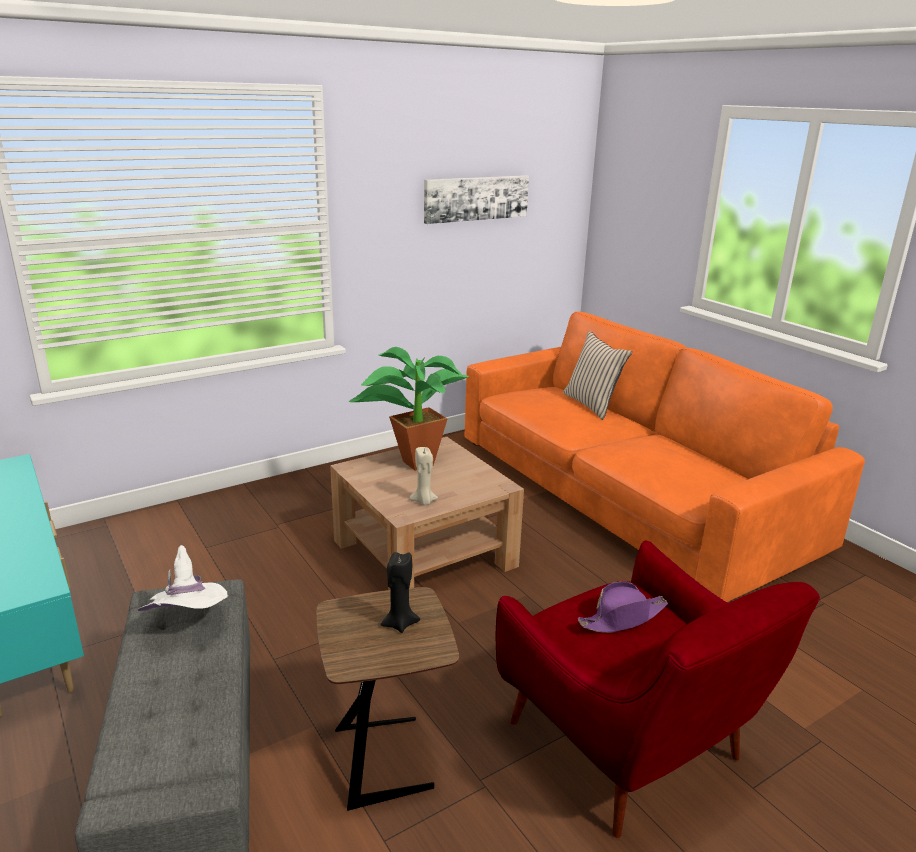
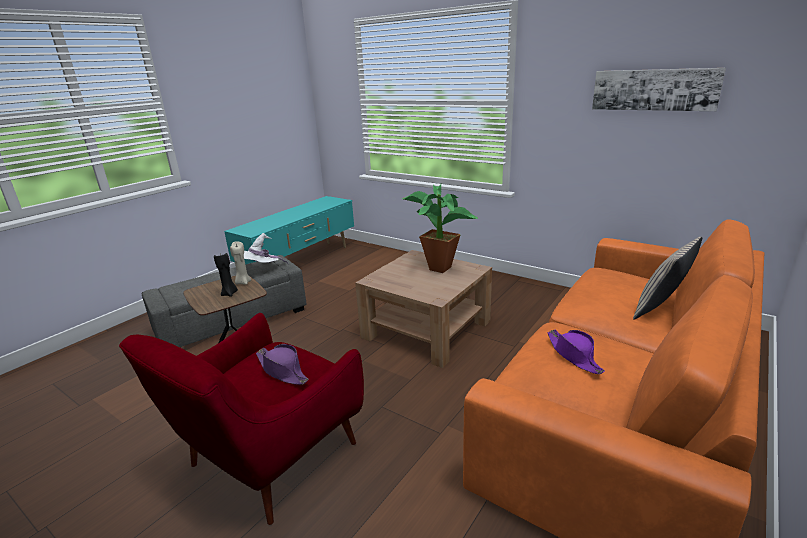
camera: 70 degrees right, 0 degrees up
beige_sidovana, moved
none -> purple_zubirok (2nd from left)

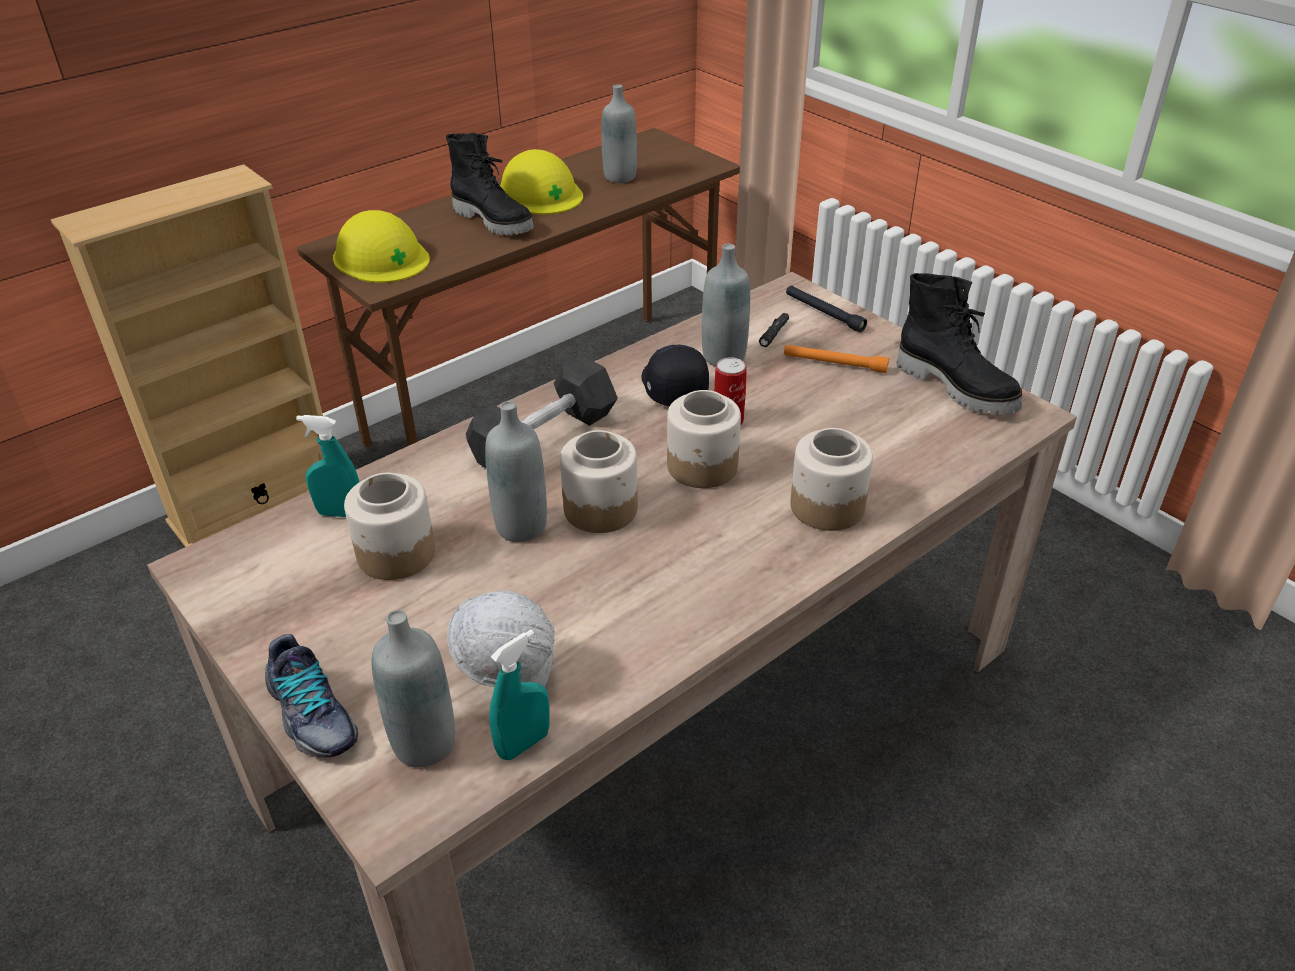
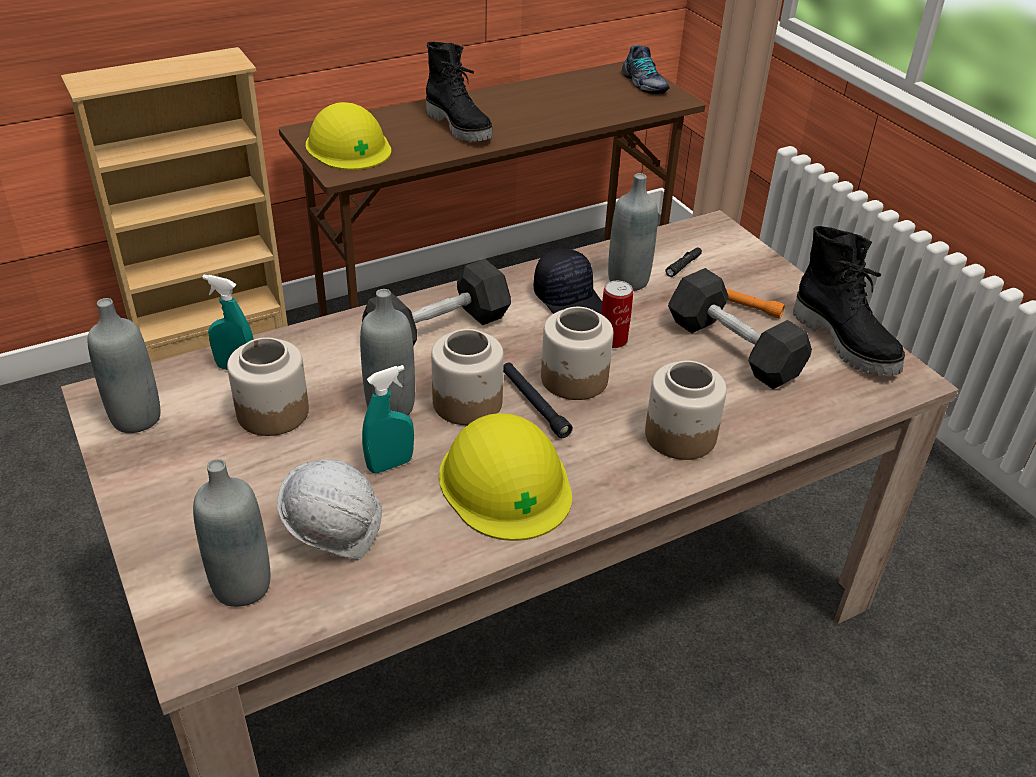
camera: 10 degrees right, 0 degrees up
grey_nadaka (3rd from left in the first image) -> grey_nadaka (1st from left), moved
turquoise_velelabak (2nd from left), moved
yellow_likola (2nd from left), moved
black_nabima (2nd from left in the first image) -> black_nabima (1st from left), moved
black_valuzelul, 150 degrees clockwise
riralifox, moved
none -> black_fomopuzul (2nd from left)

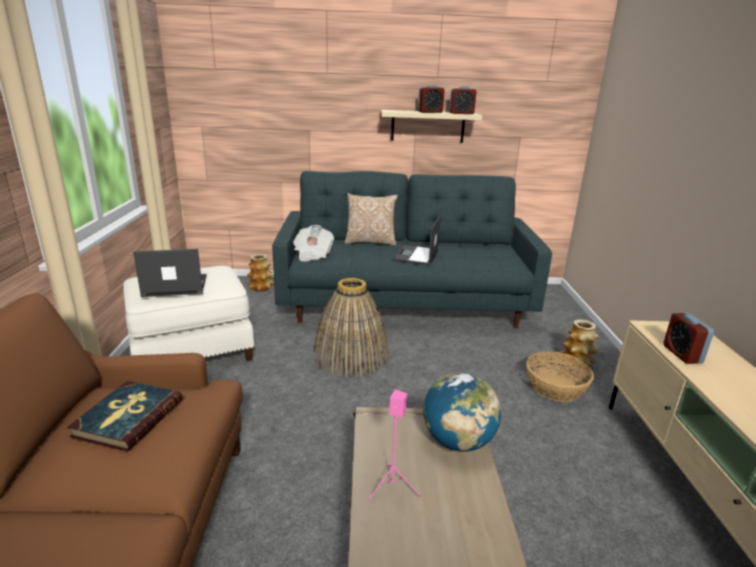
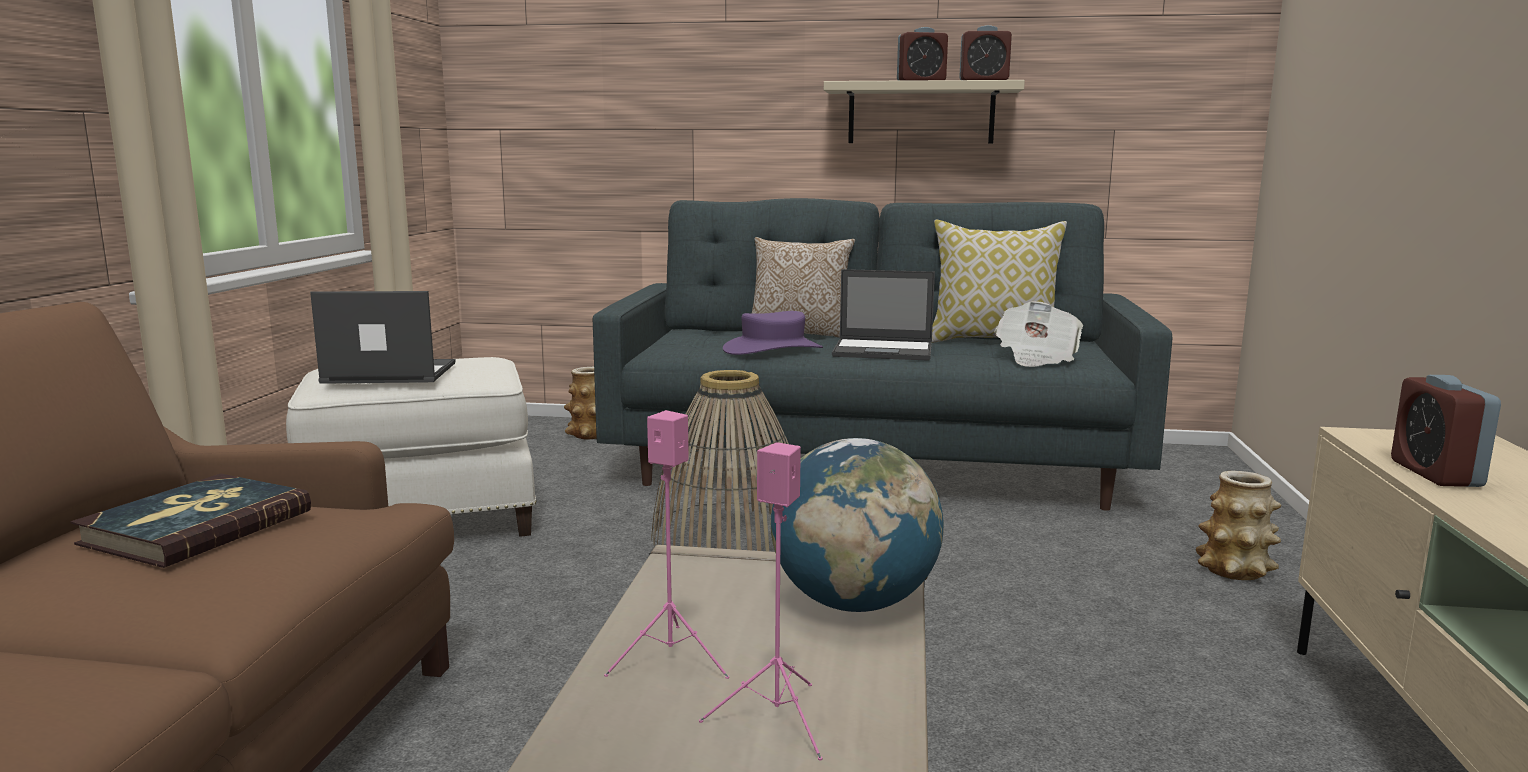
camera: 10 degrees right, 10 degrees down
none -> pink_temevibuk (2nd from left)
none -> purple_zubirok
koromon (2nd from left), 105 degrees counterclockwise
none -> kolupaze (2nd from left)
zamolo, moved
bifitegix (2nd from left) -> none

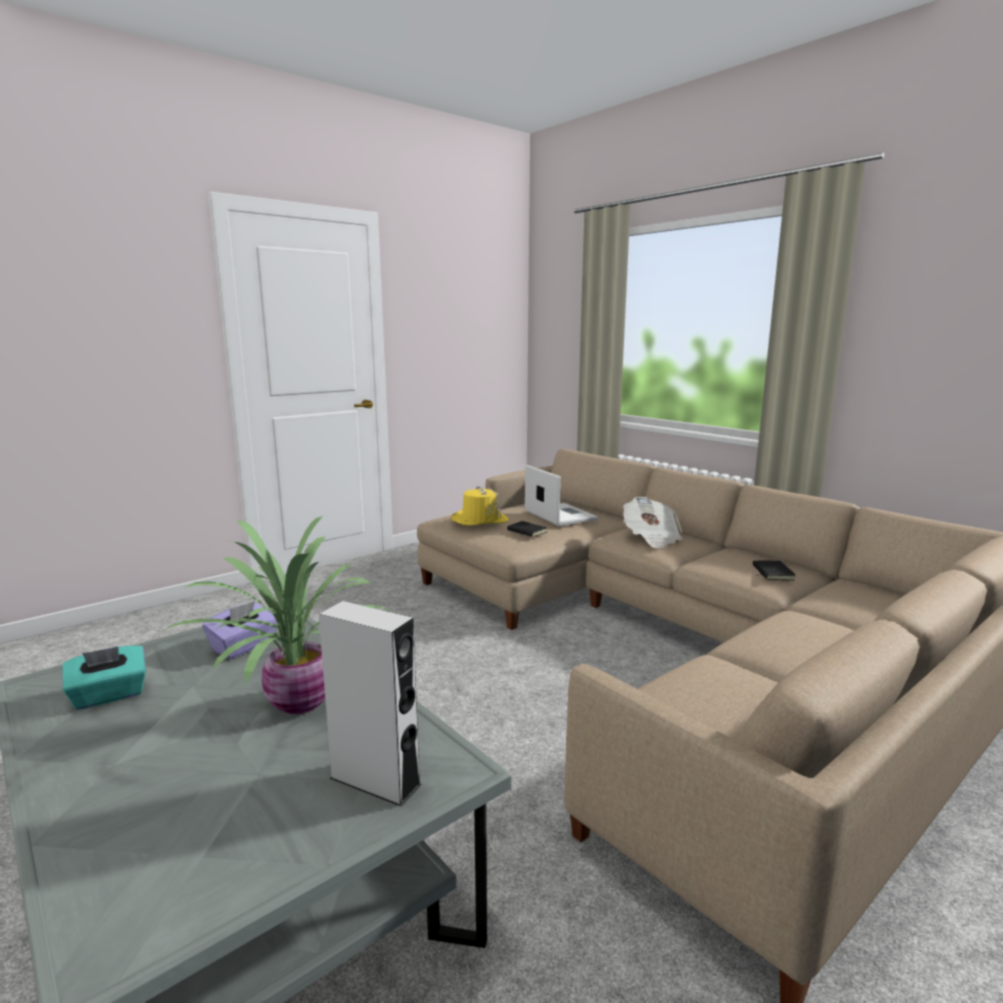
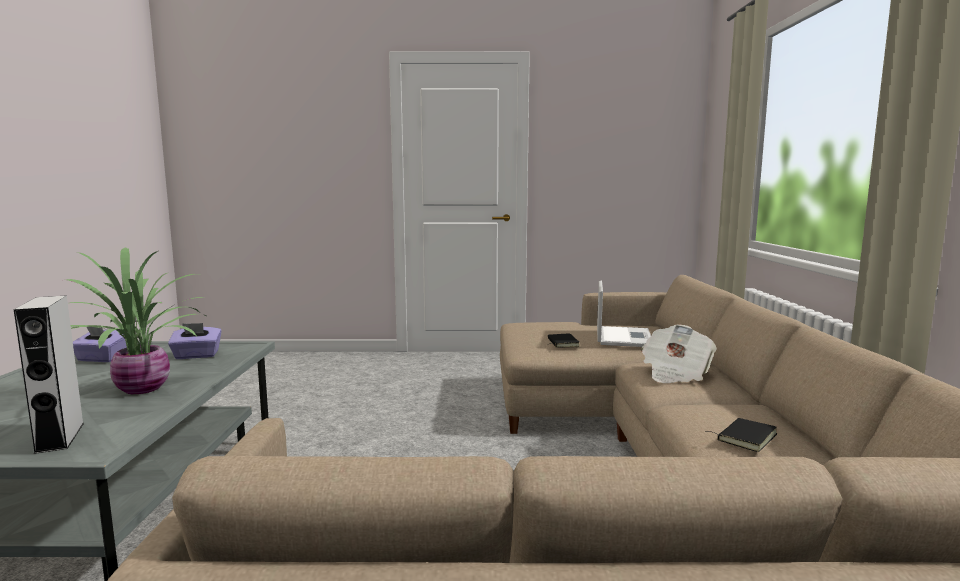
camera: 40 degrees right, 5 degrees down
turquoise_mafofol -> purple_mafofol (1st from left)
yellow_zubirok -> none

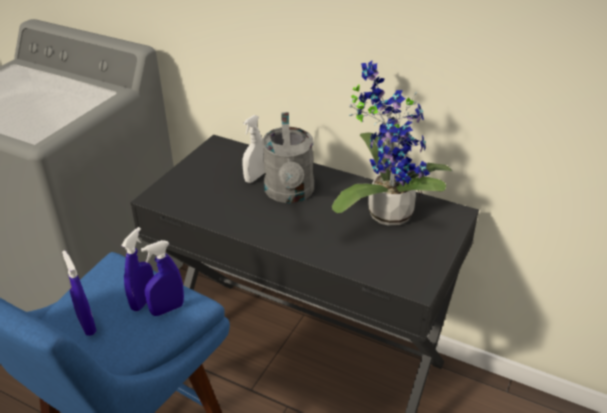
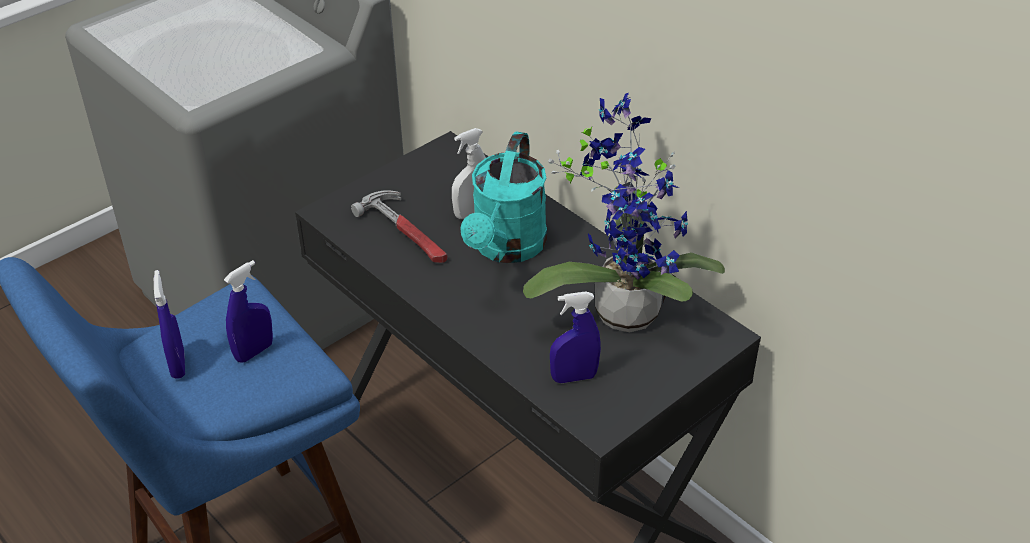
camera: 20 degrees right, 5 degrees up
none -> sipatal
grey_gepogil -> turquoise_gepogil
blue_velelabak (3rd from left), moved

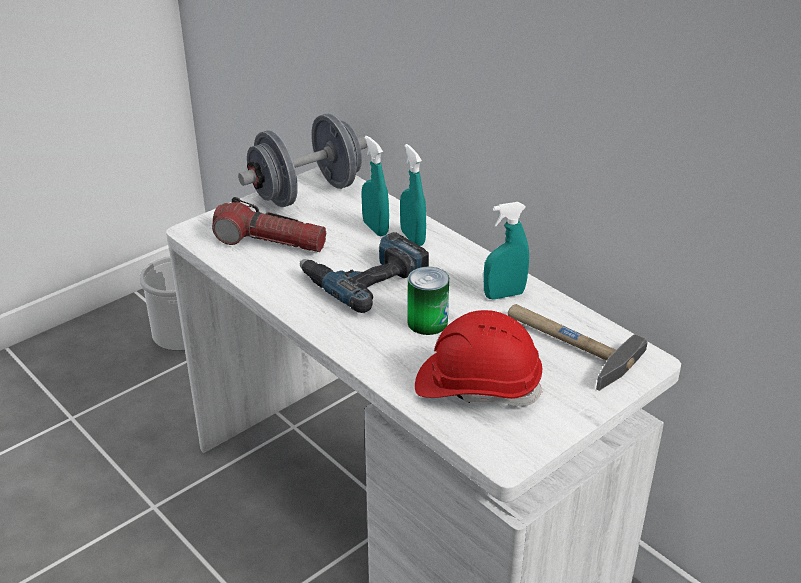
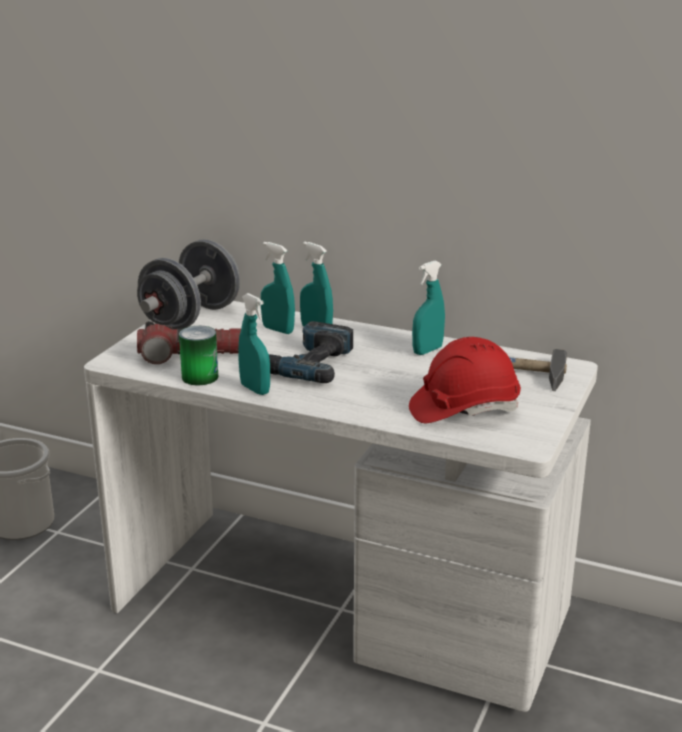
camera: 25 degrees left, 10 degrees down
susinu, moved
none -> turquoise_velelabak (1st from left)

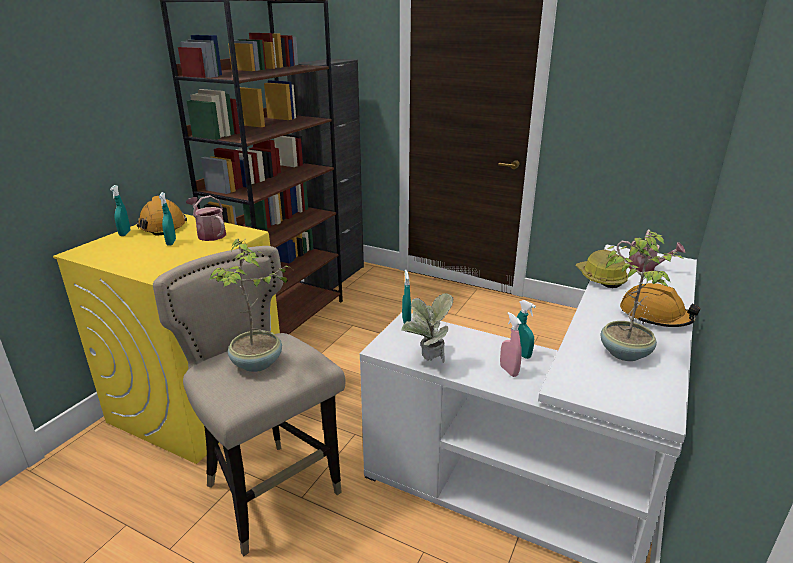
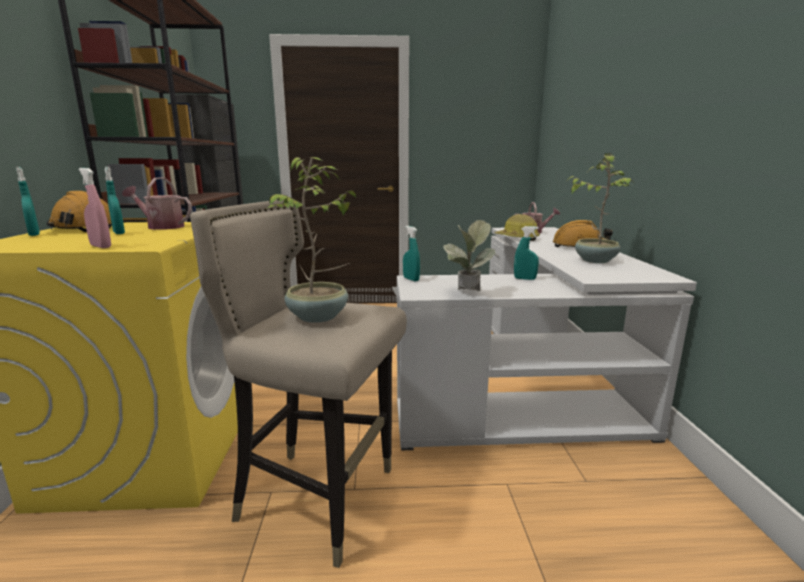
camera: 30 degrees left, 10 degrees down
pink_velelabak, moved

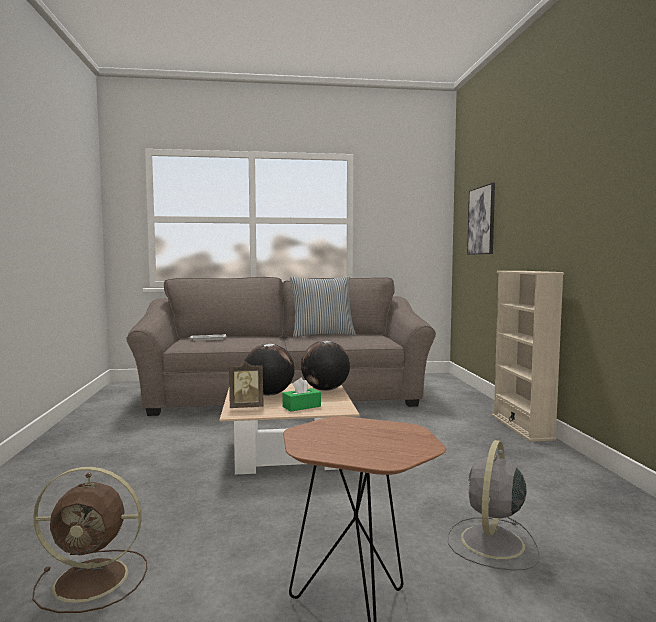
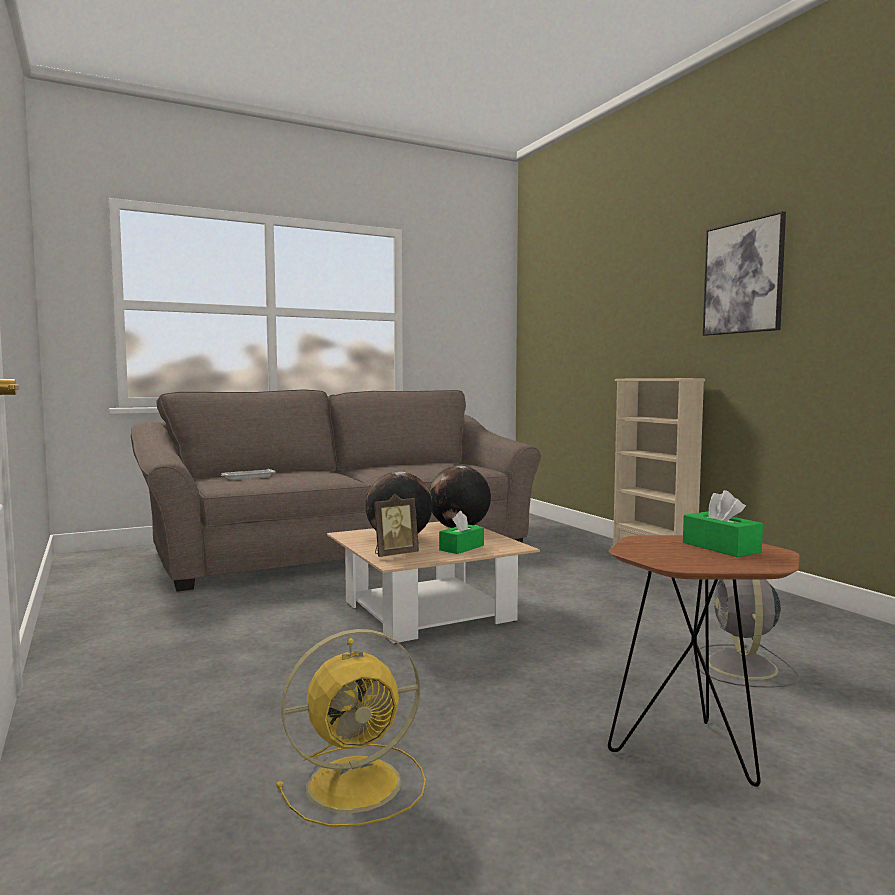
camera: 20 degrees left, 0 degrees up
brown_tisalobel -> yellow_tisalobel
none -> green_mafofol (2nd from left)
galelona, moved
kolupaze -> none

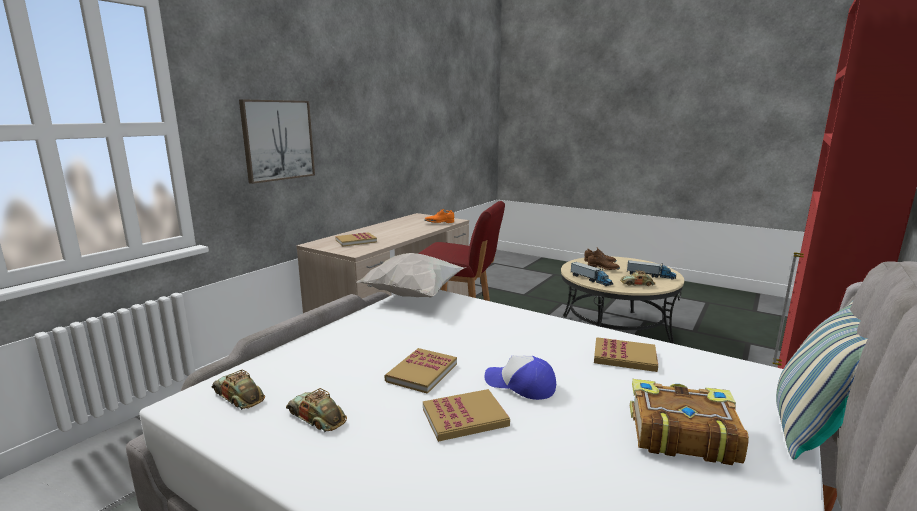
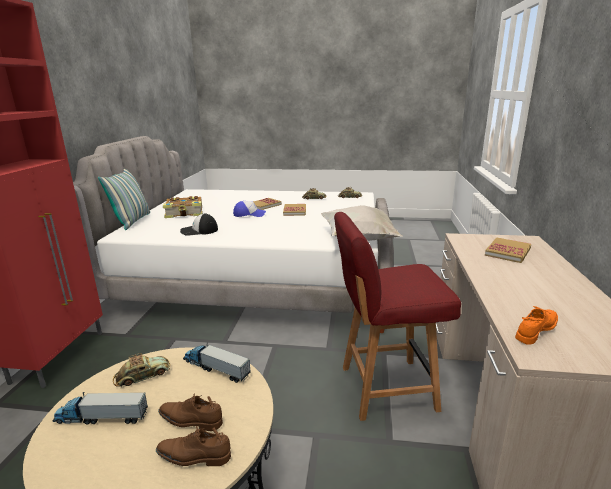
camera: 155 degrees right, 5 degrees up
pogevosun (4th from left) -> valuzelul (1st from left)
galelona -> none

